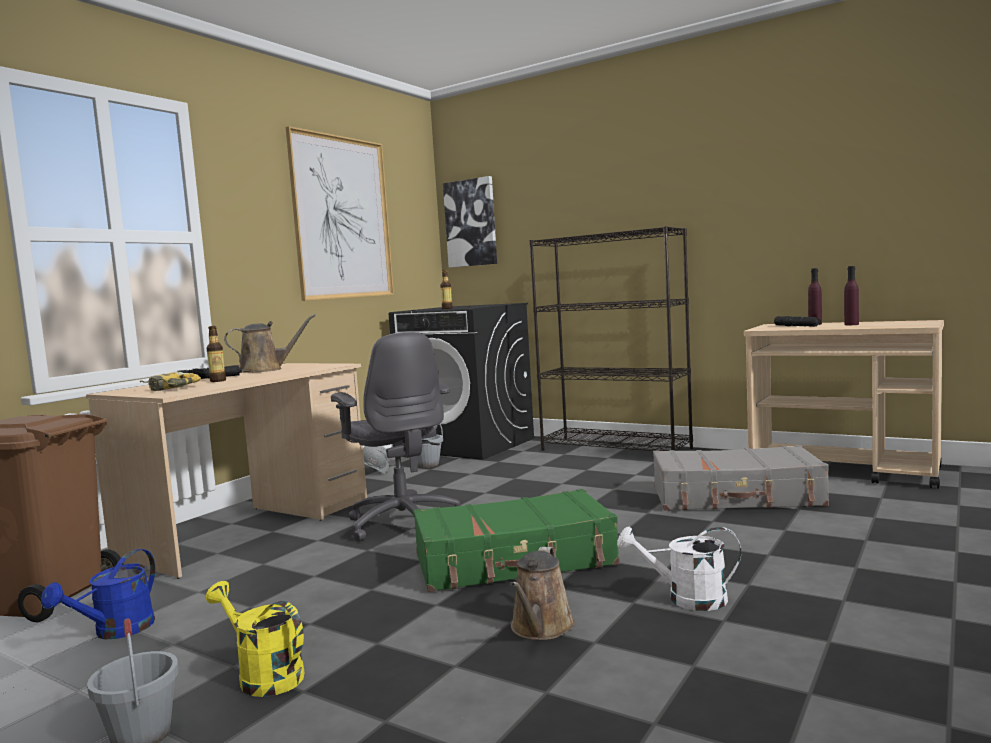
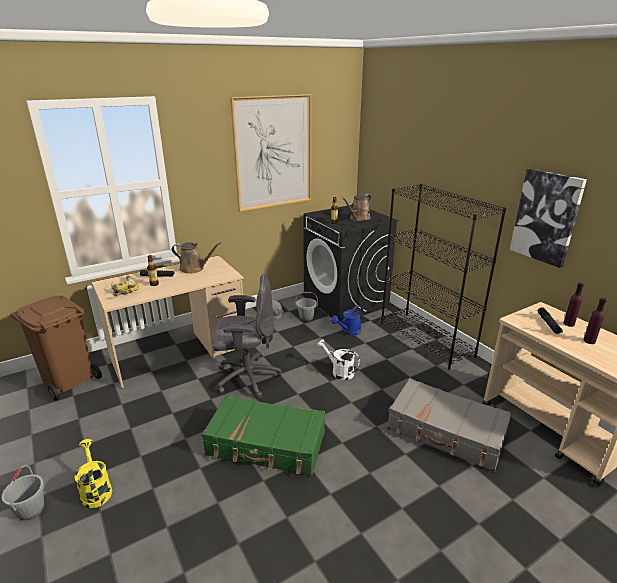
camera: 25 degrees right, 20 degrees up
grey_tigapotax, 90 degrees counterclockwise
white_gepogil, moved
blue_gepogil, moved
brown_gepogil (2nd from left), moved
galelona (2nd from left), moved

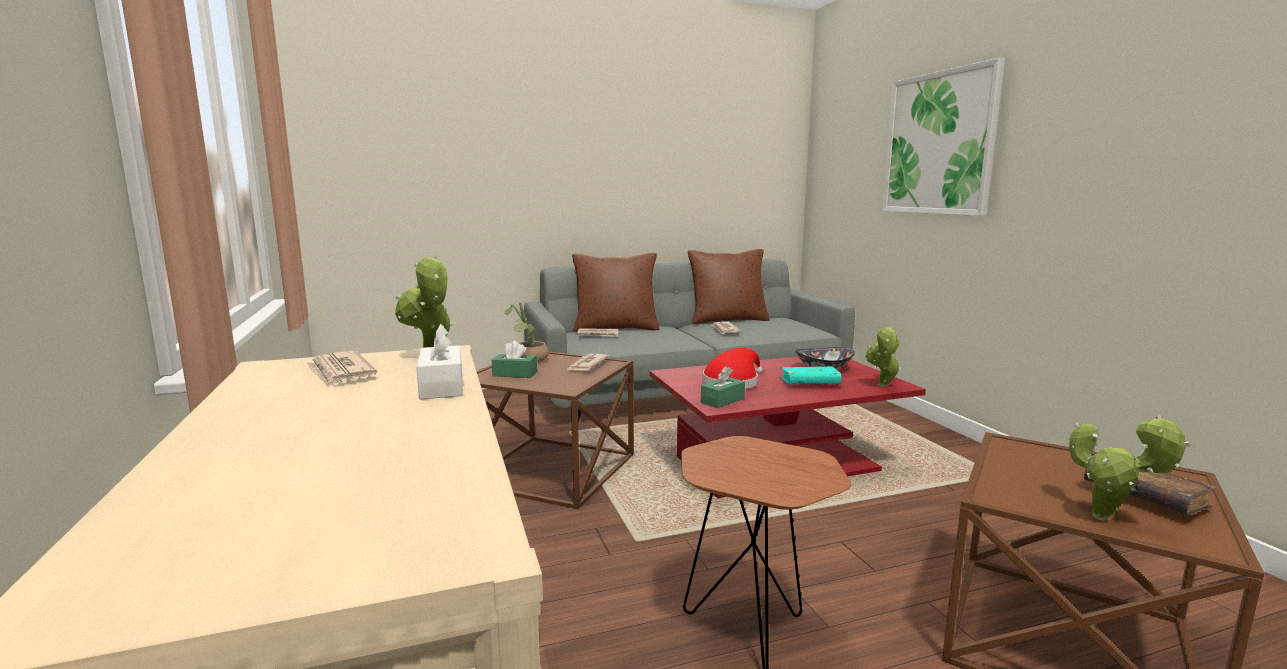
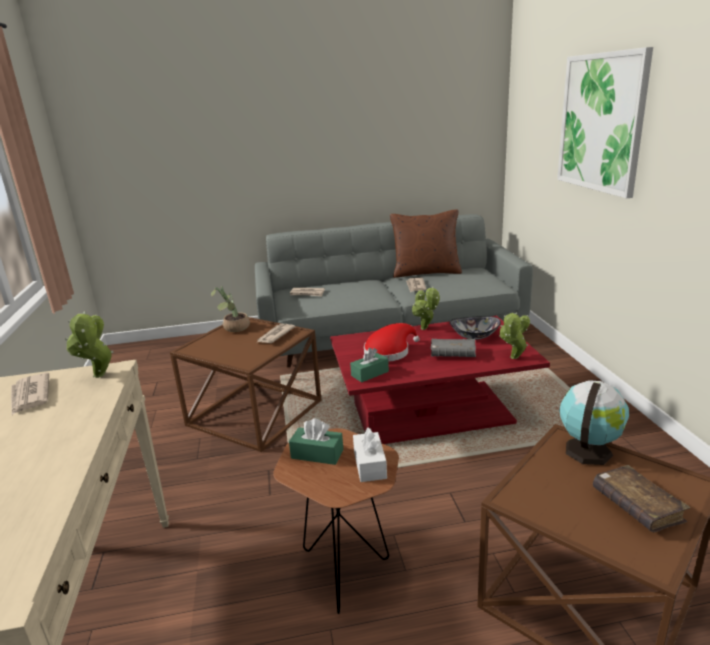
camera: 10 degrees right, 10 degrees up
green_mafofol (1st from left), moved
white_mafofol, moved
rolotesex (4th from left in the first image) -> rolotesex (3rd from left), moved
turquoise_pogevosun -> grey_pogevosun
none -> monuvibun
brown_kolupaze (1st from left) -> none

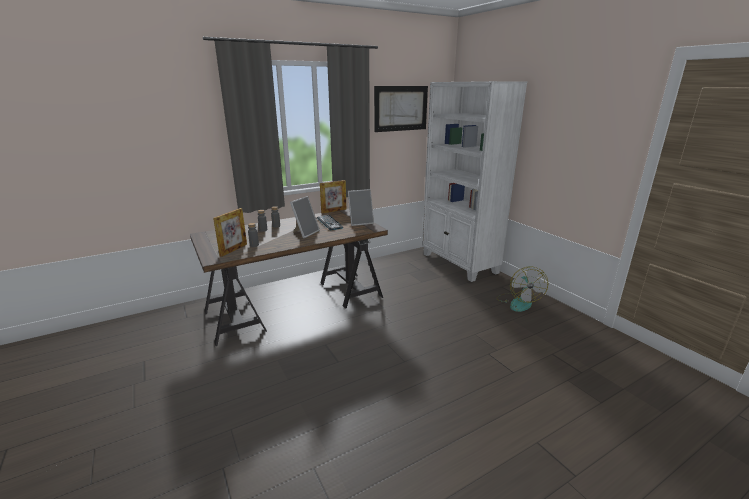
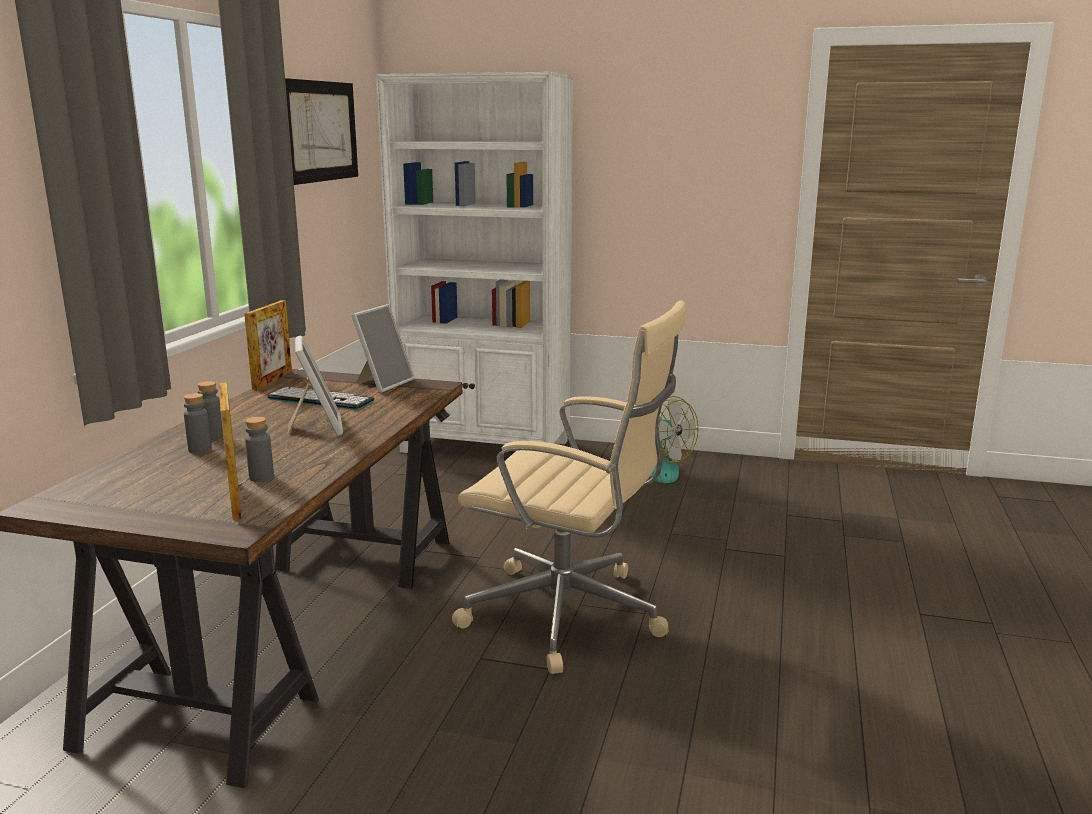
camera: 45 degrees left, 5 degrees down
none -> beige_tigapotax

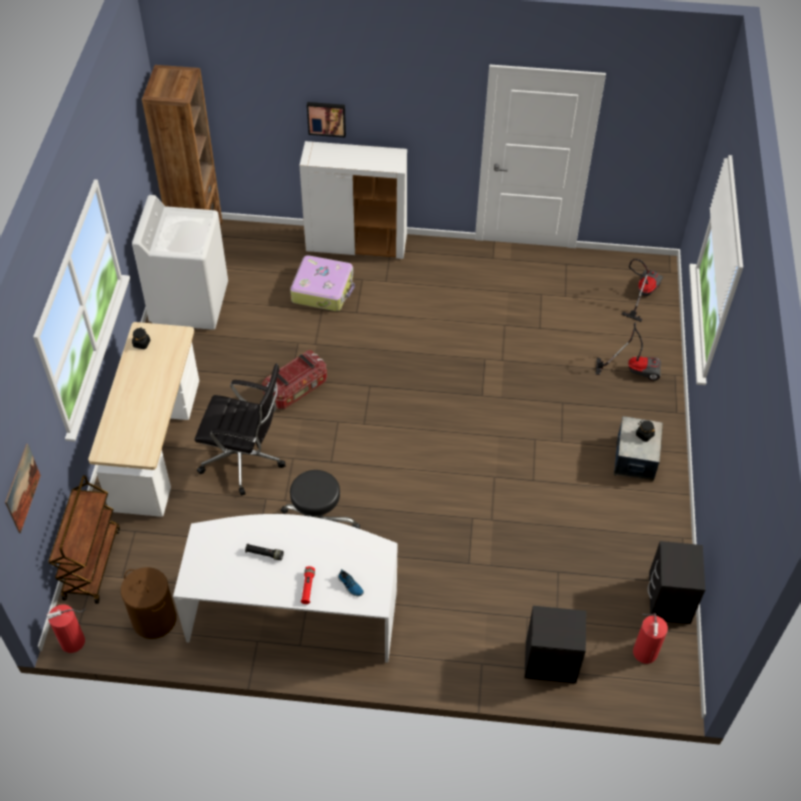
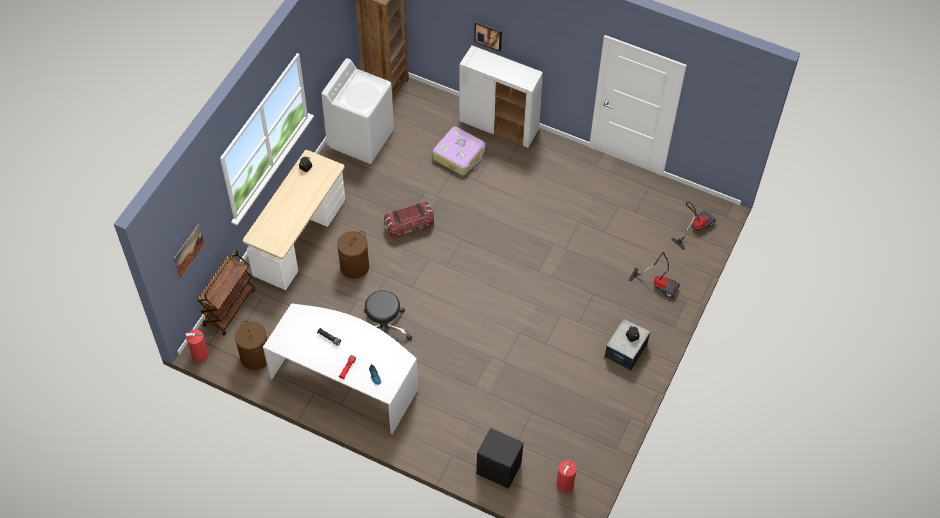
camera: 20 degrees right, 5 degrees up
black_tigapotax -> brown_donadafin (2nd from left)
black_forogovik (2nd from left) -> none

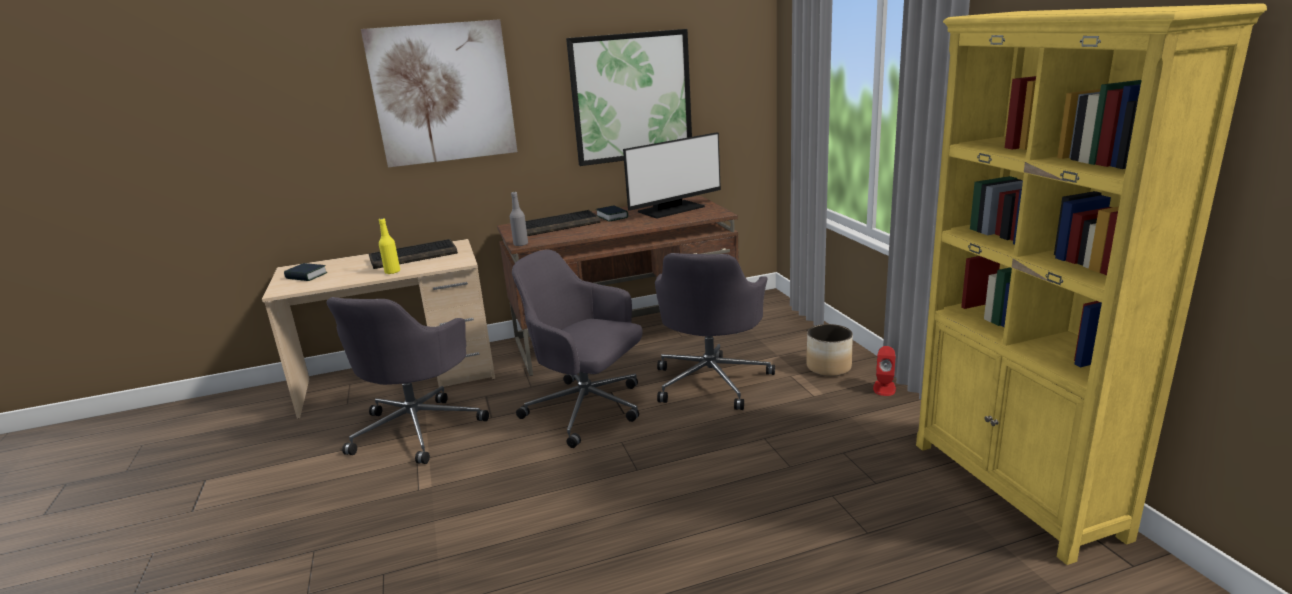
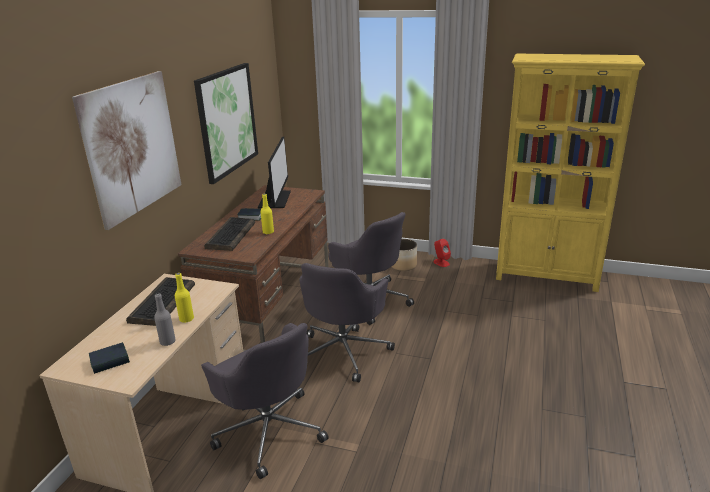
camera: 55 degrees left, 5 degrees up
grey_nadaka, moved
none -> yellow_nadaka (2nd from left)
grey_tigapotax (2nd from left), 45 degrees counterclockwise

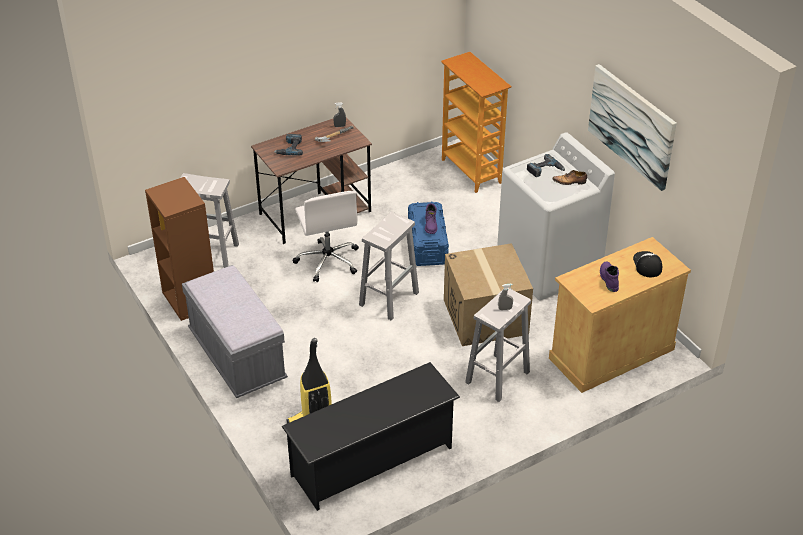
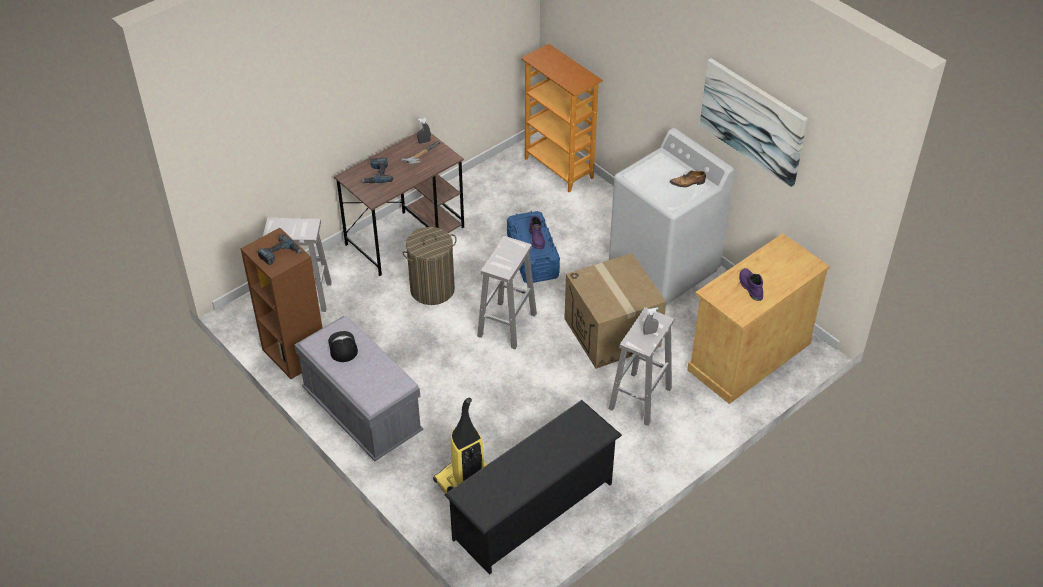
camera: 10 degrees left, 5 degrees up
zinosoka (2nd from left in the first image) -> zinosoka (1st from left), moved
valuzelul, moved
white_tigapotax -> donadafin

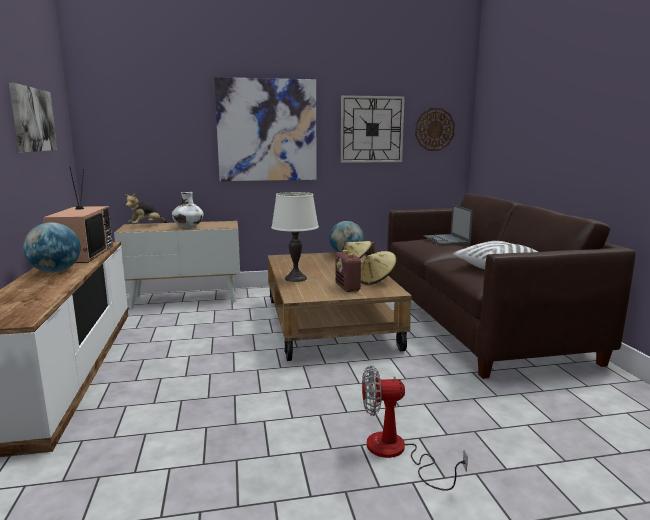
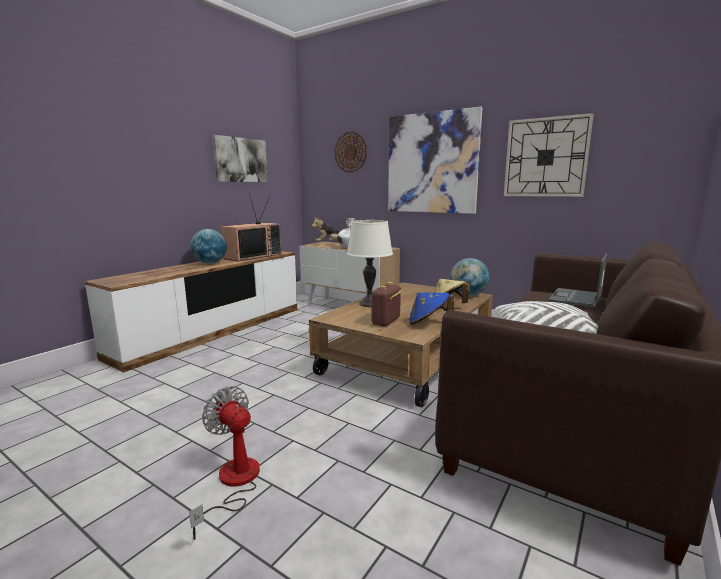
camera: 45 degrees right, 0 degrees up
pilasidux (2nd from left in the first image) -> pilasidux (1st from left), moved
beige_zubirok (2nd from left) -> blue_zubirok

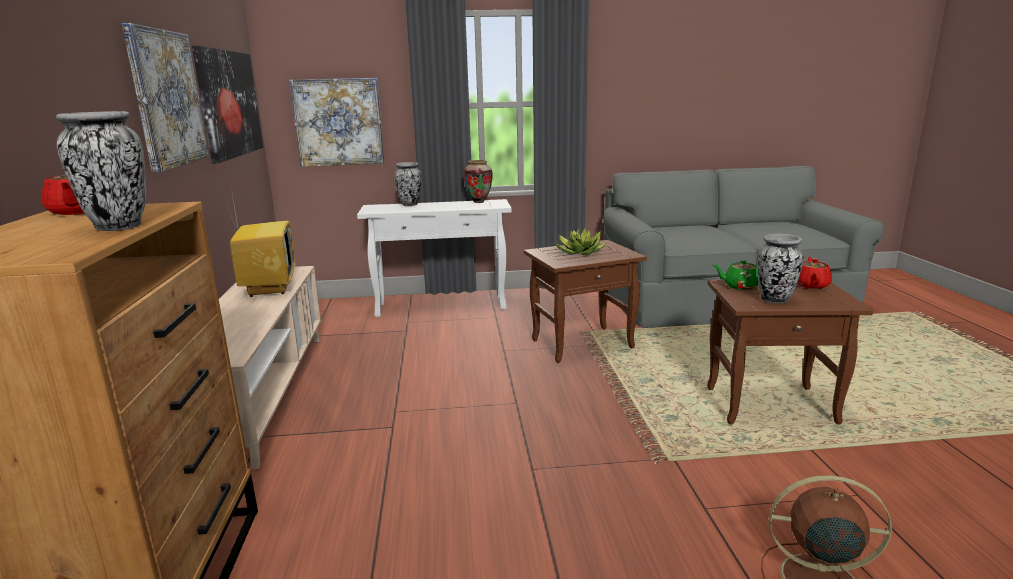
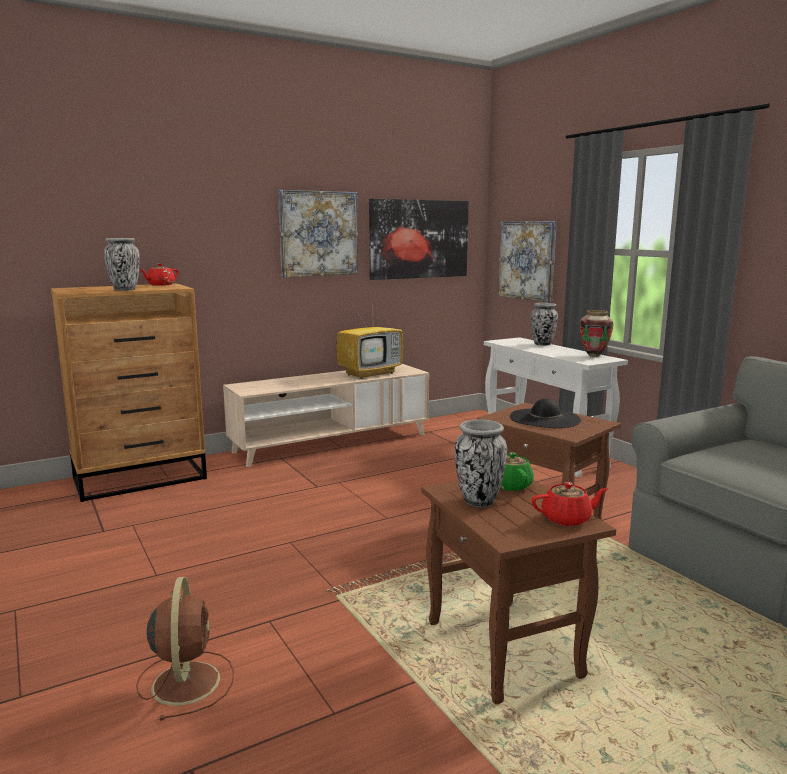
camera: 65 degrees right, 5 degrees down
rolotesex -> black_zubirok

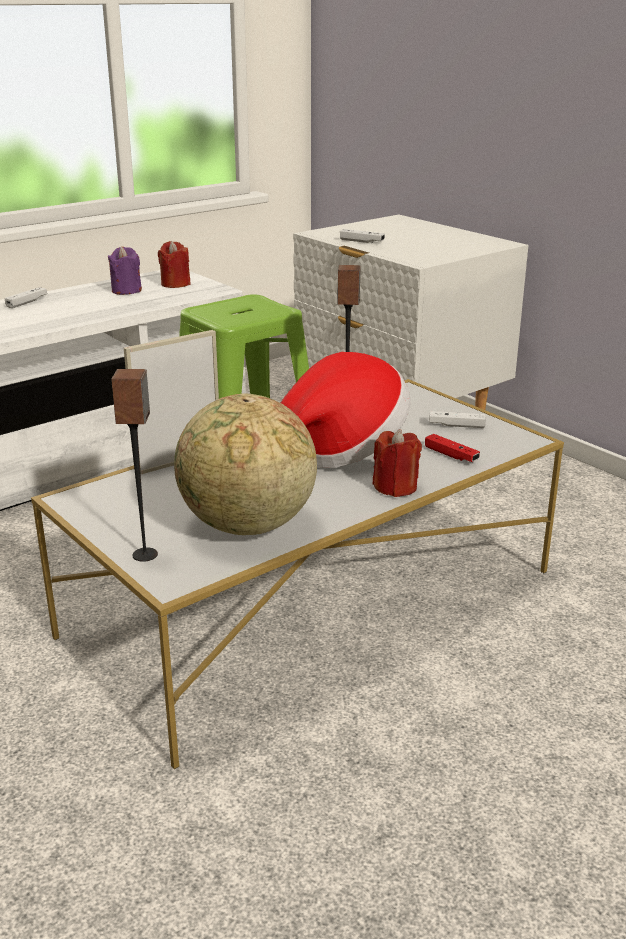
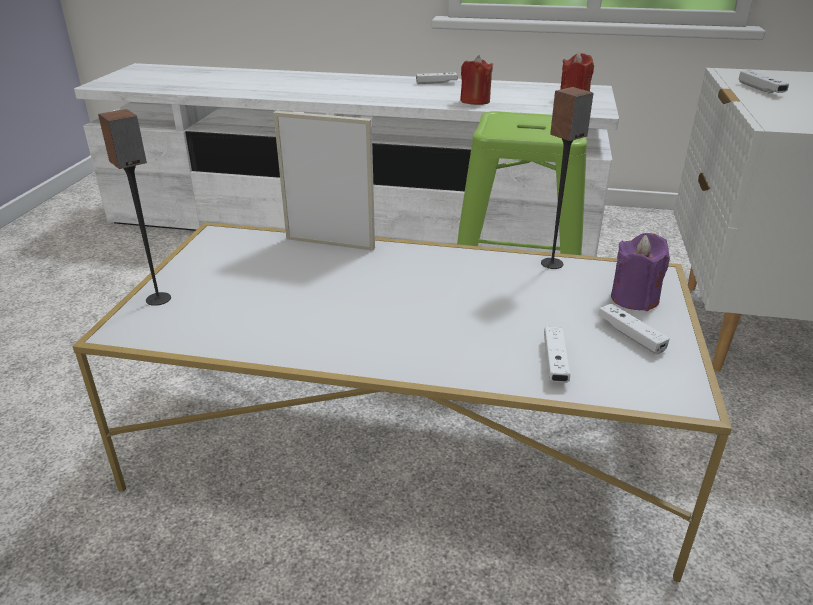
camera: 50 degrees right, 5 degrees up
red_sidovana (2nd from left in the first image) -> red_sidovana (1st from left), moved
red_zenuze -> white_zenuze (2nd from left)
purple_sidovana, moved
monuvibun -> none
zubirok -> none

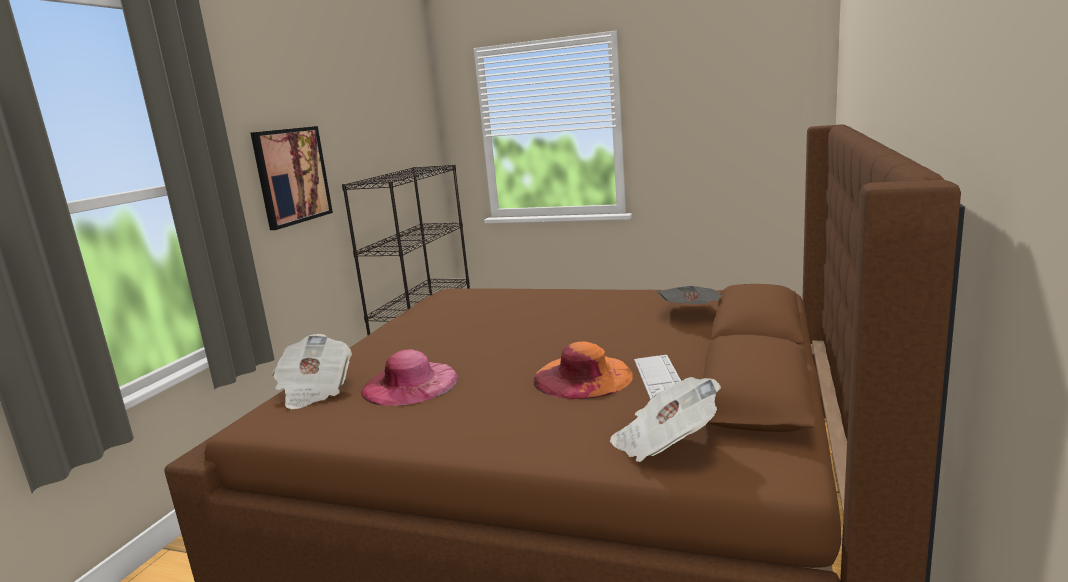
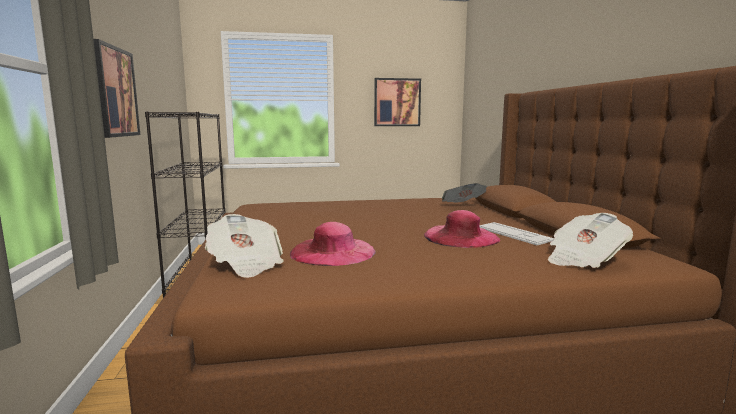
camera: 30 degrees left, 5 degrees down
none -> galelona (2nd from left)
orange_zubirok -> pink_zubirok (2nd from left)

